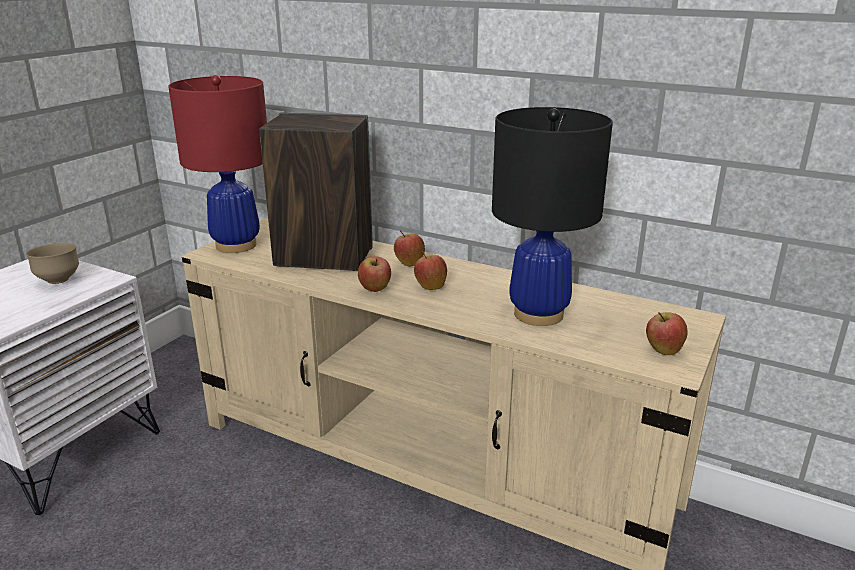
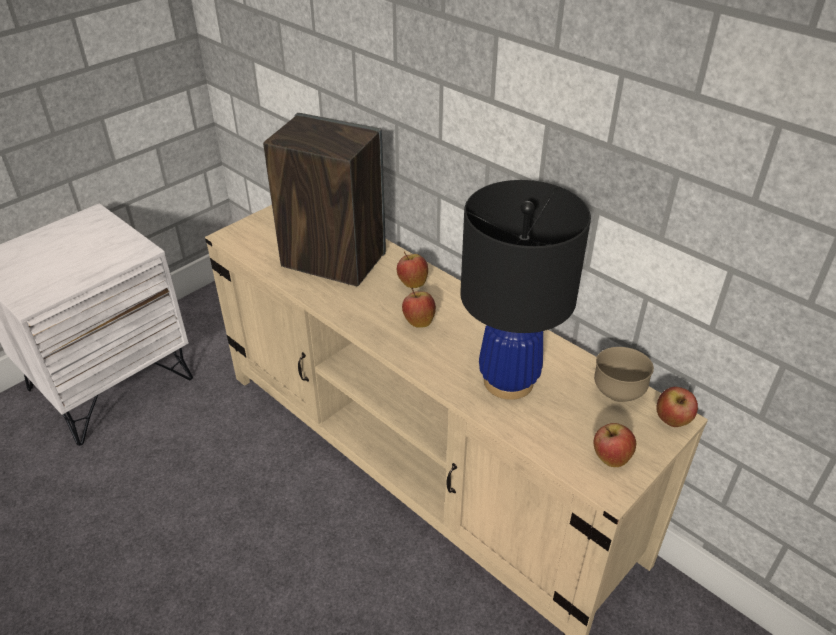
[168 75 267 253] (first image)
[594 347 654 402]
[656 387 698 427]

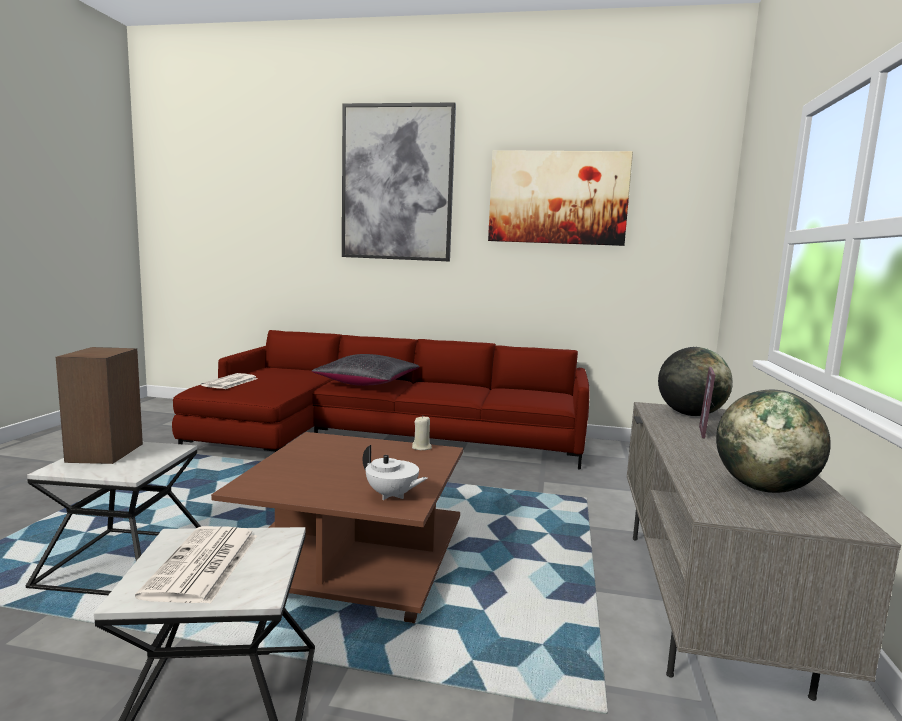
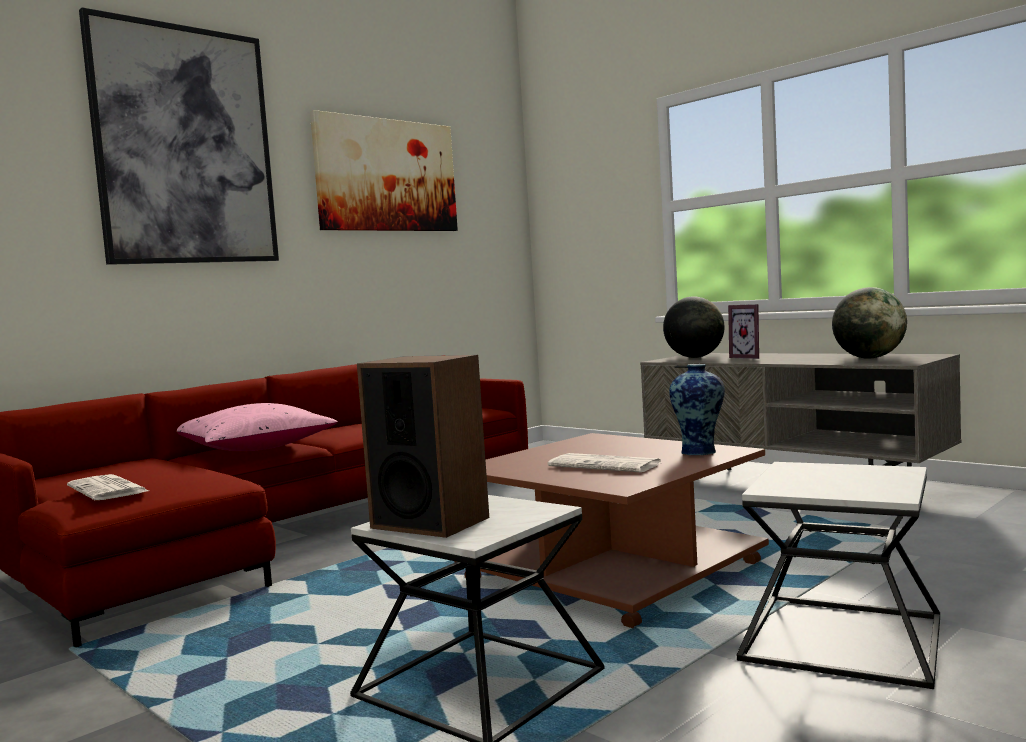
[412 416 432 450] (first image)
[548 453 661 472]
[669 364 725 456]
[177 403 338 451]

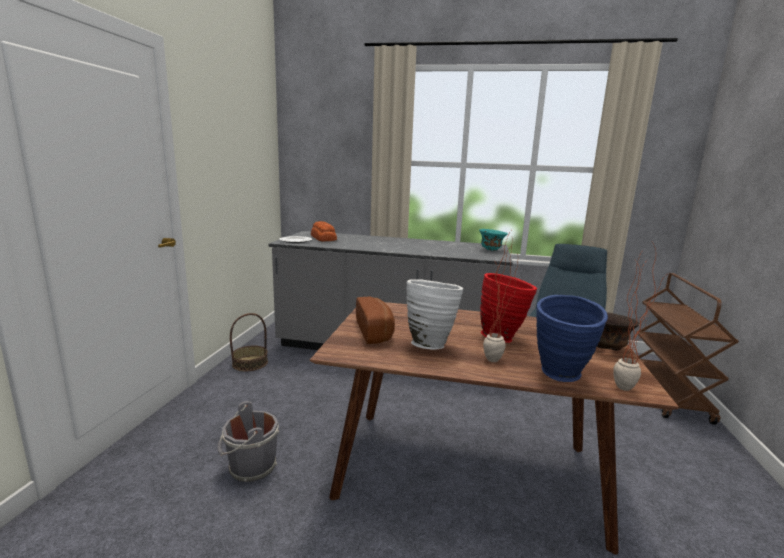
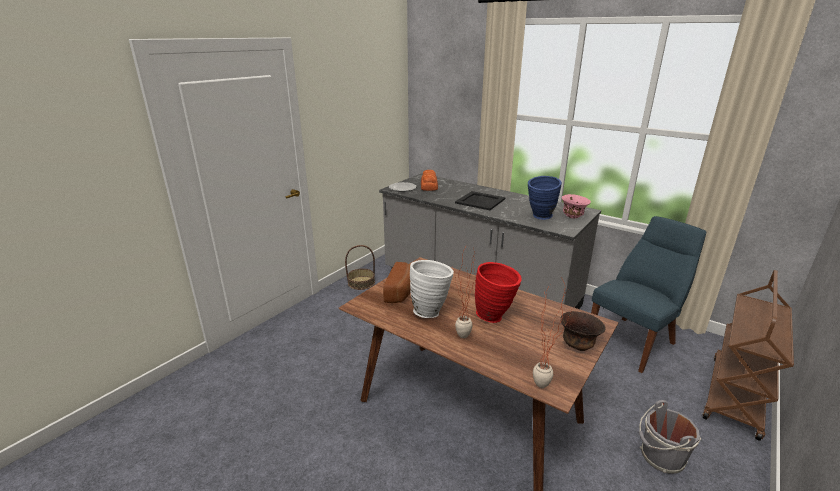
[455 191 505 210]
[639 400 701 474]
[528 176 562 220]
[562 194 591 218]

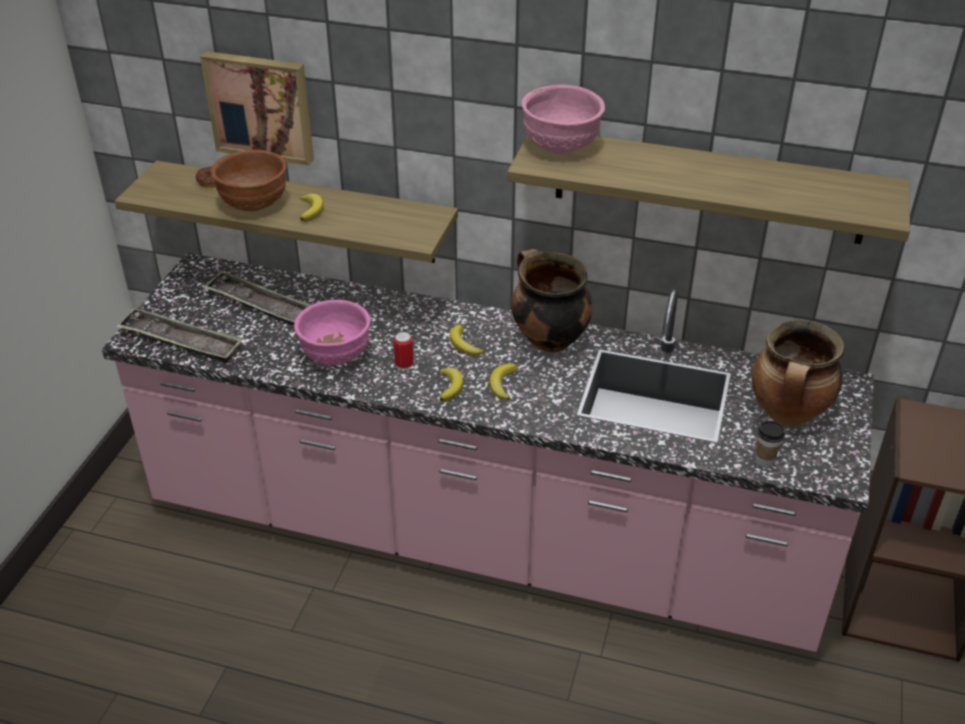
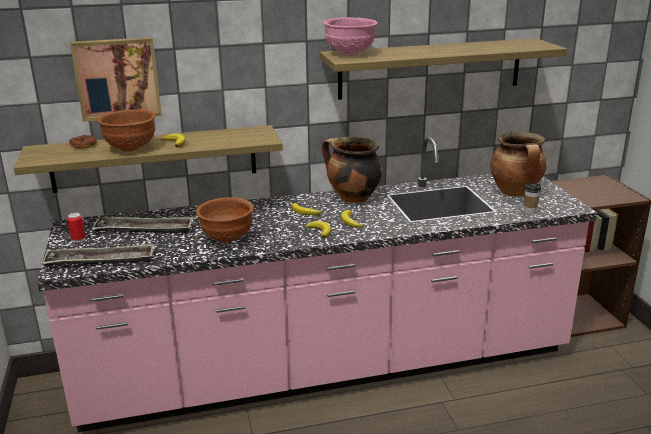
[67 213 85 242]
[196 198 254 243]

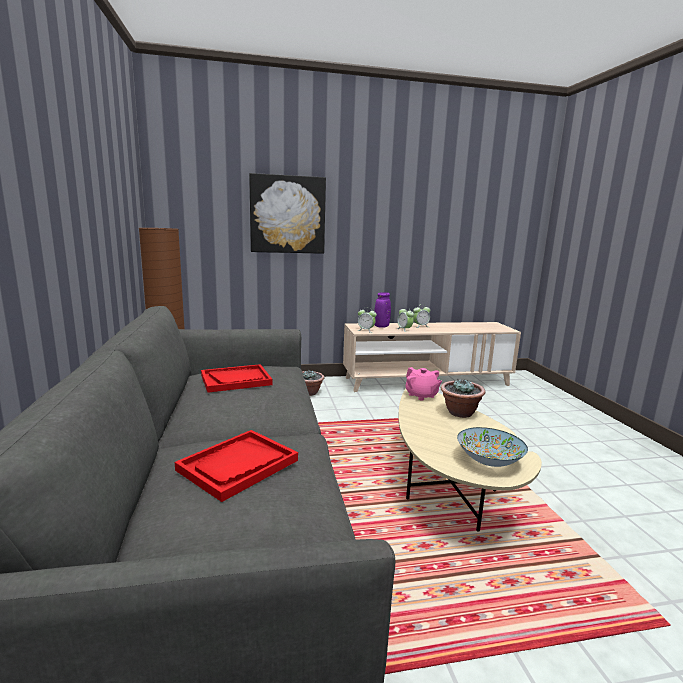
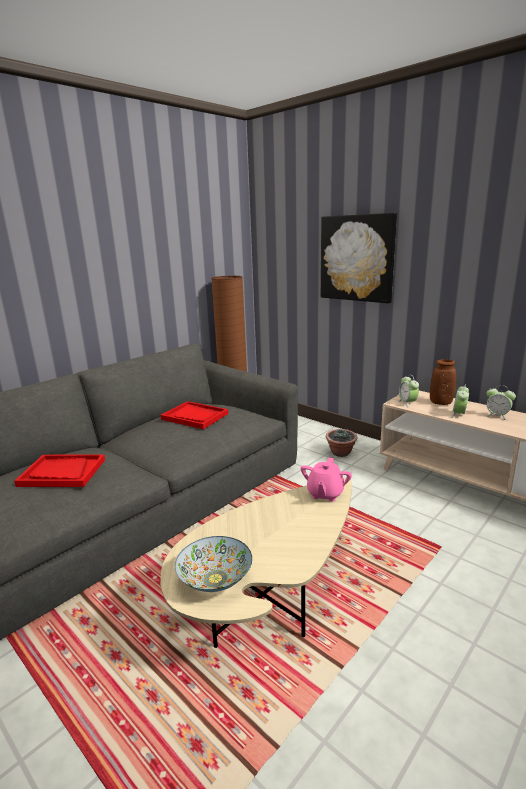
[441 378 486 418] (first image)
[430 359 456 405]

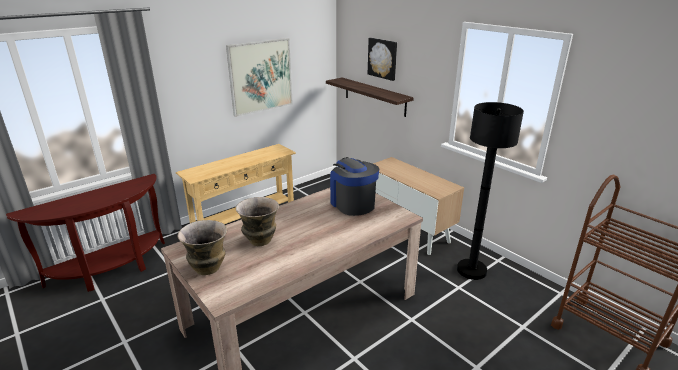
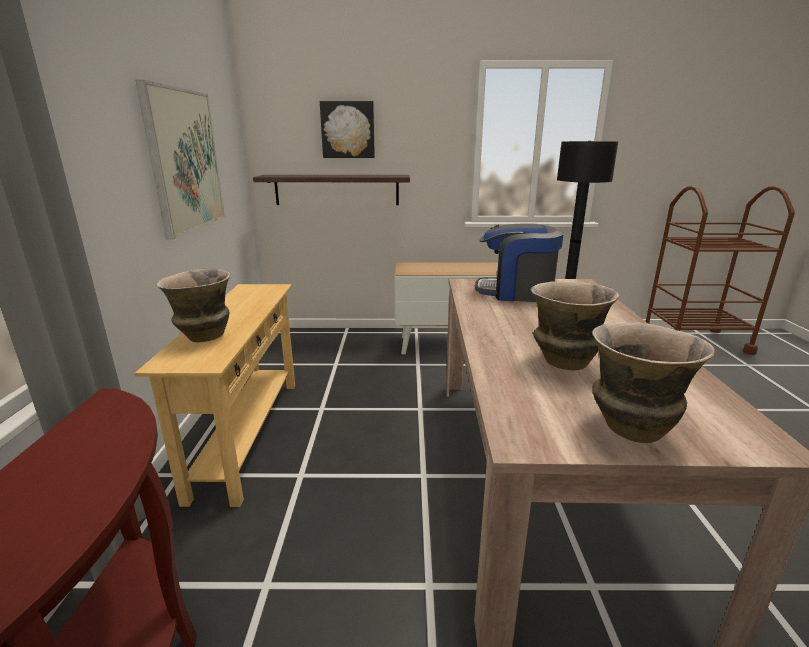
[156 268 230 343]

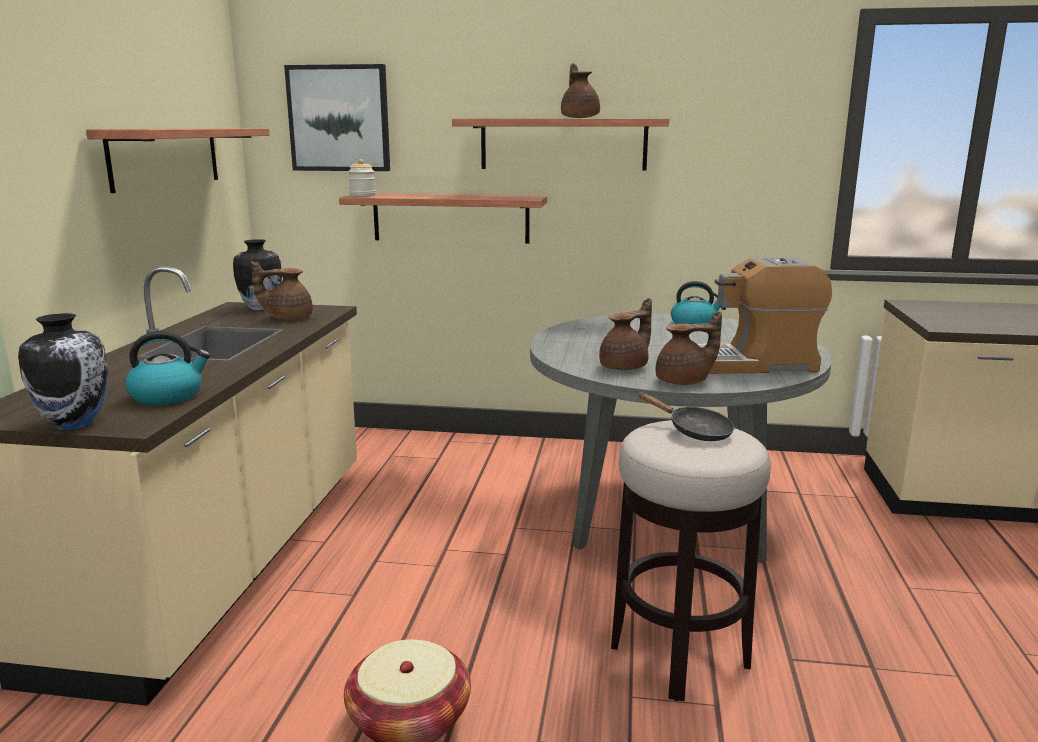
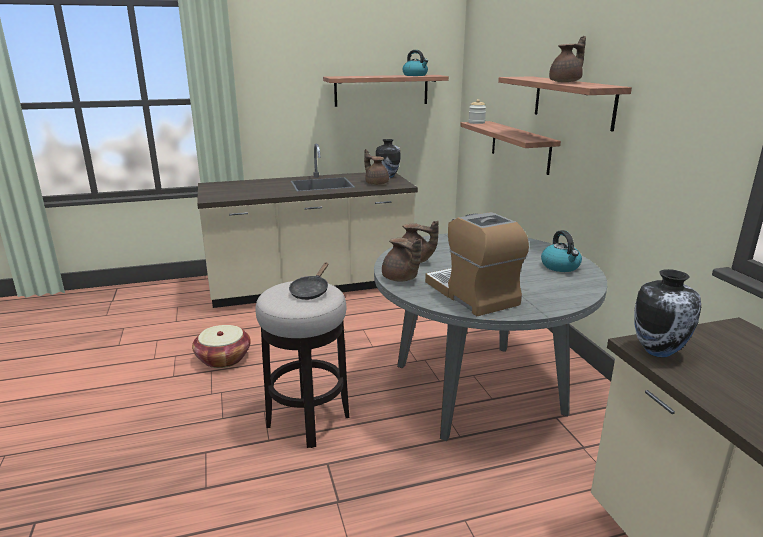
[284 64 390 171] (first image)
[634 269 701 357]
[403 50 428 76]

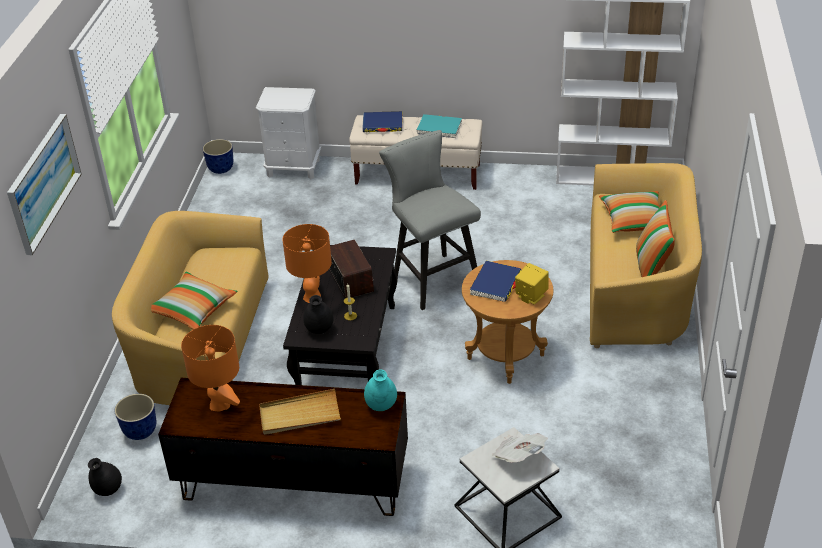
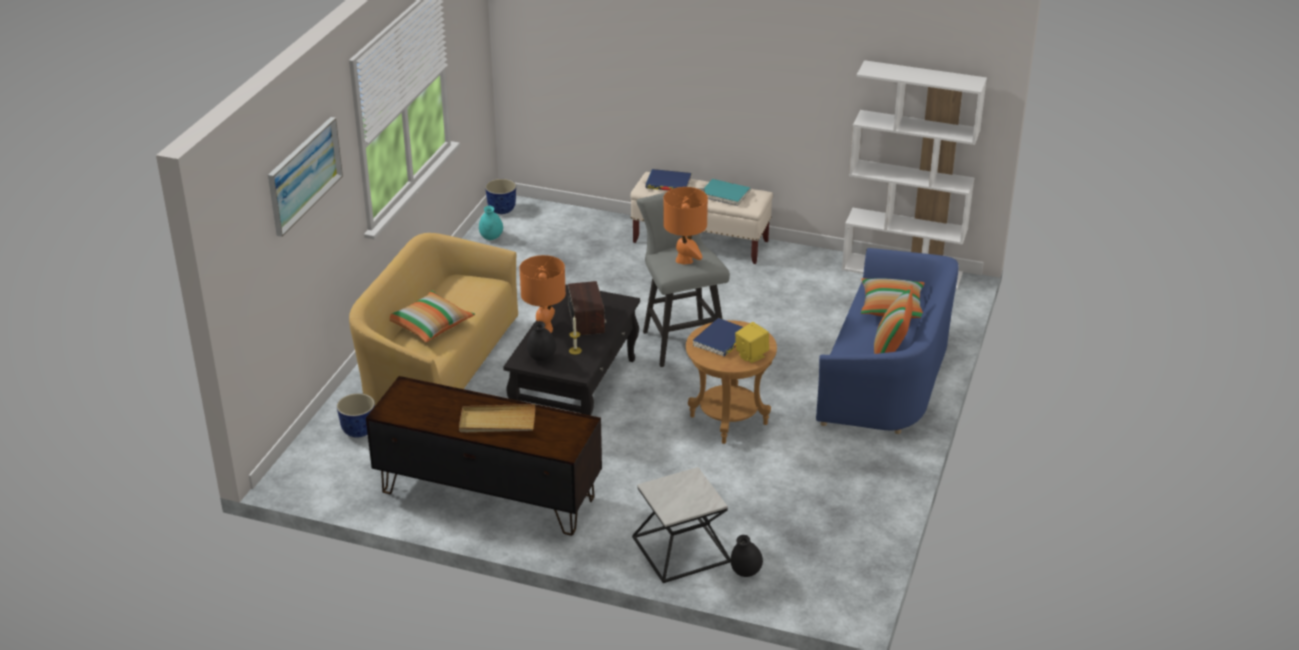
[256 87 321 179] (first image)
[492 433 548 462] (first image)
[731 535 763 577]
[663 187 708 264]
[479 206 503 240]
[816 248 958 434]

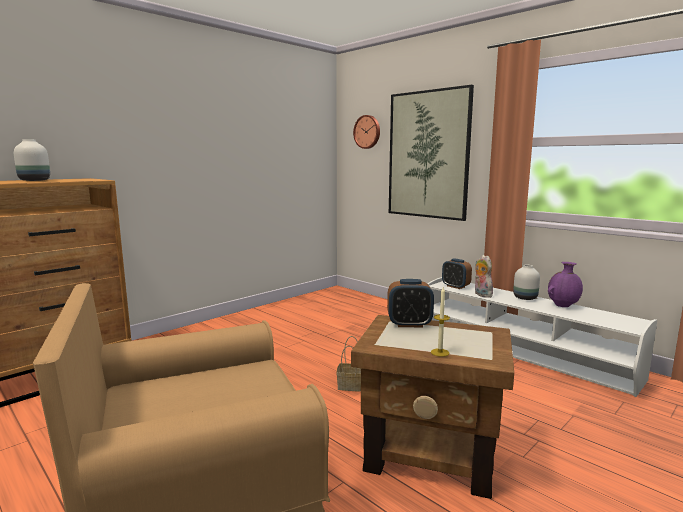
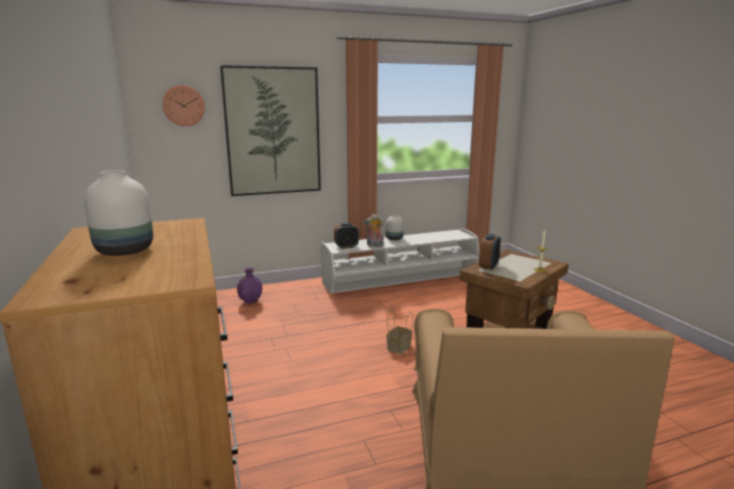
[237 268 262 304]

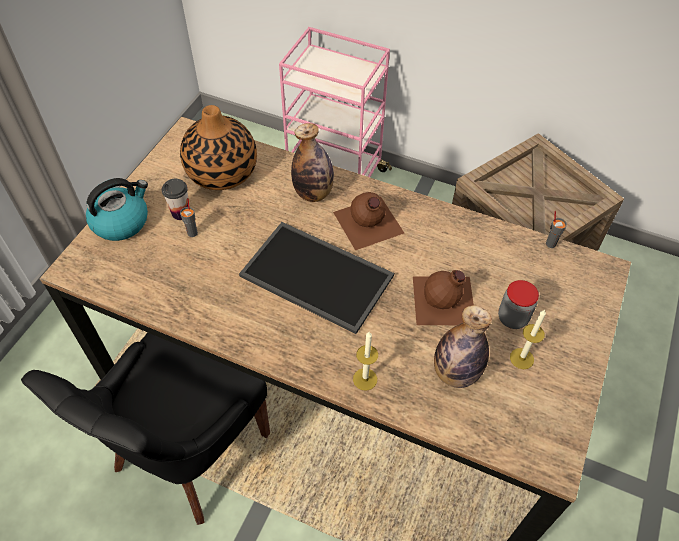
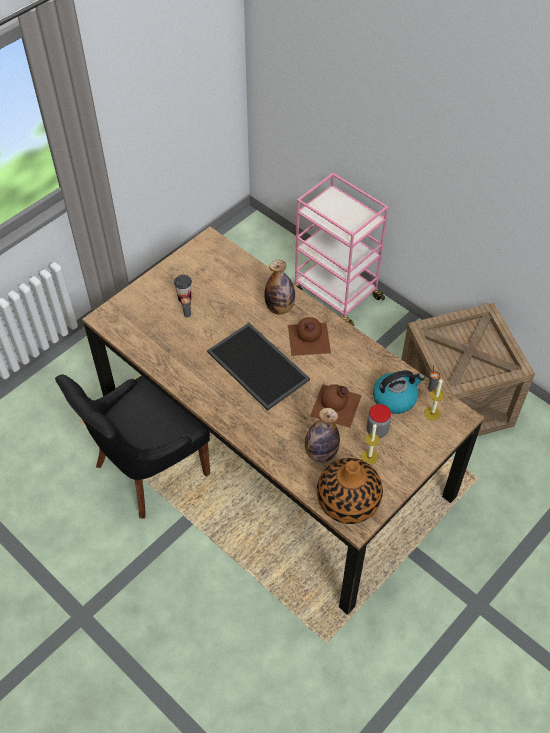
[373 370 425 414]
[317 458 383 524]
[424 378 444 420]

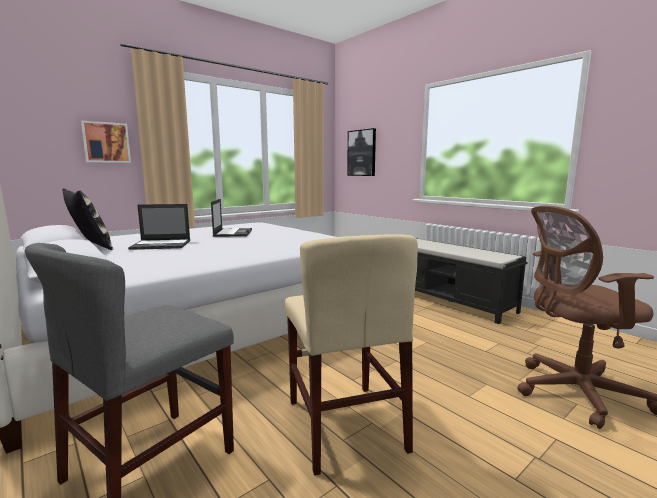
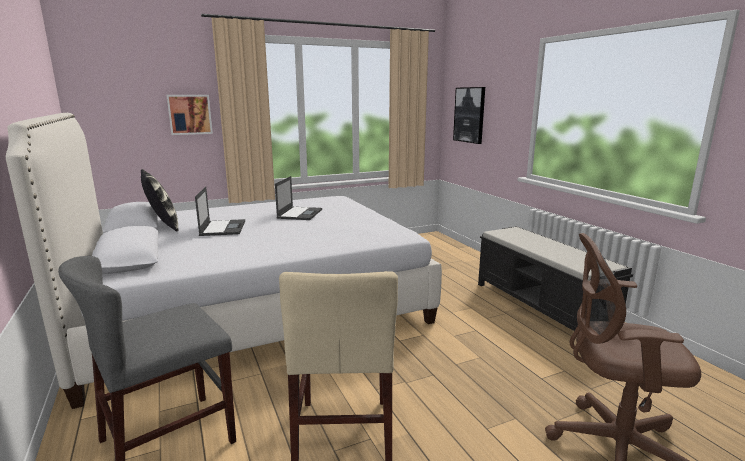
[195 187 245 236]

